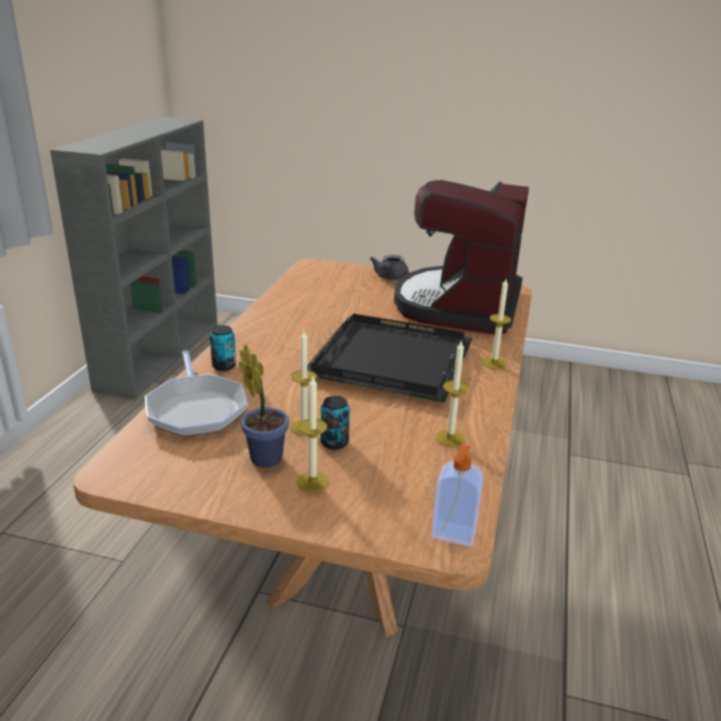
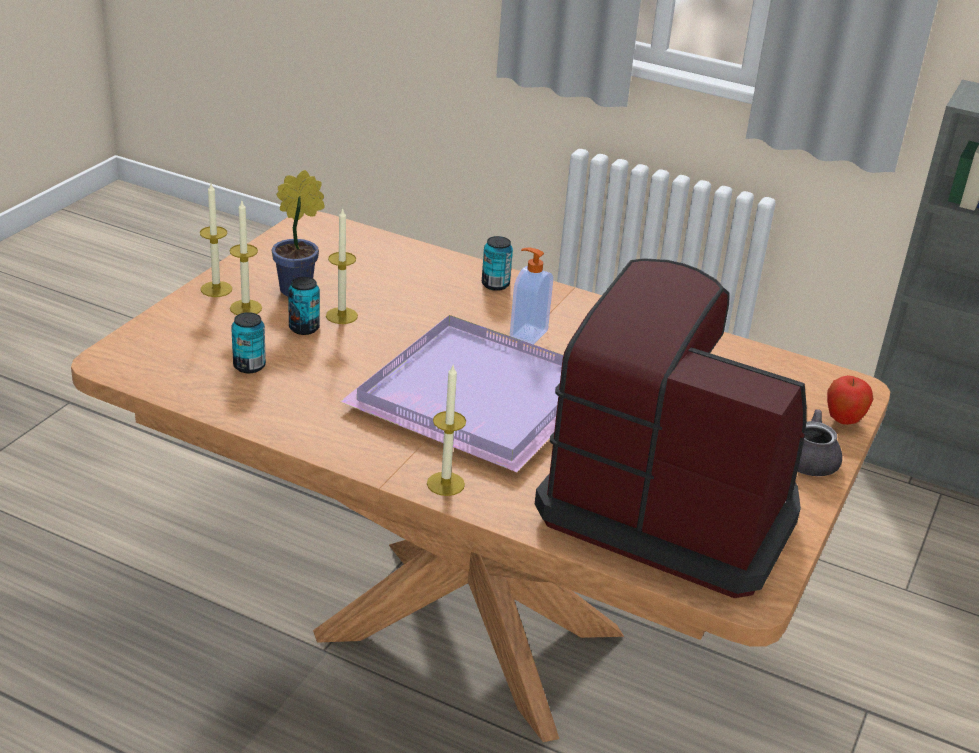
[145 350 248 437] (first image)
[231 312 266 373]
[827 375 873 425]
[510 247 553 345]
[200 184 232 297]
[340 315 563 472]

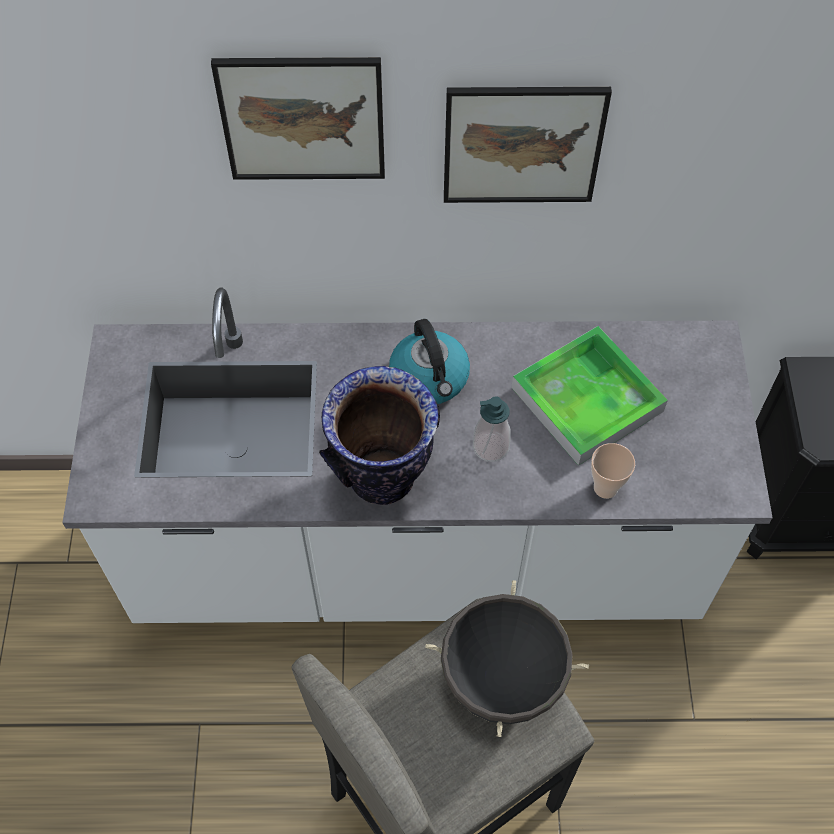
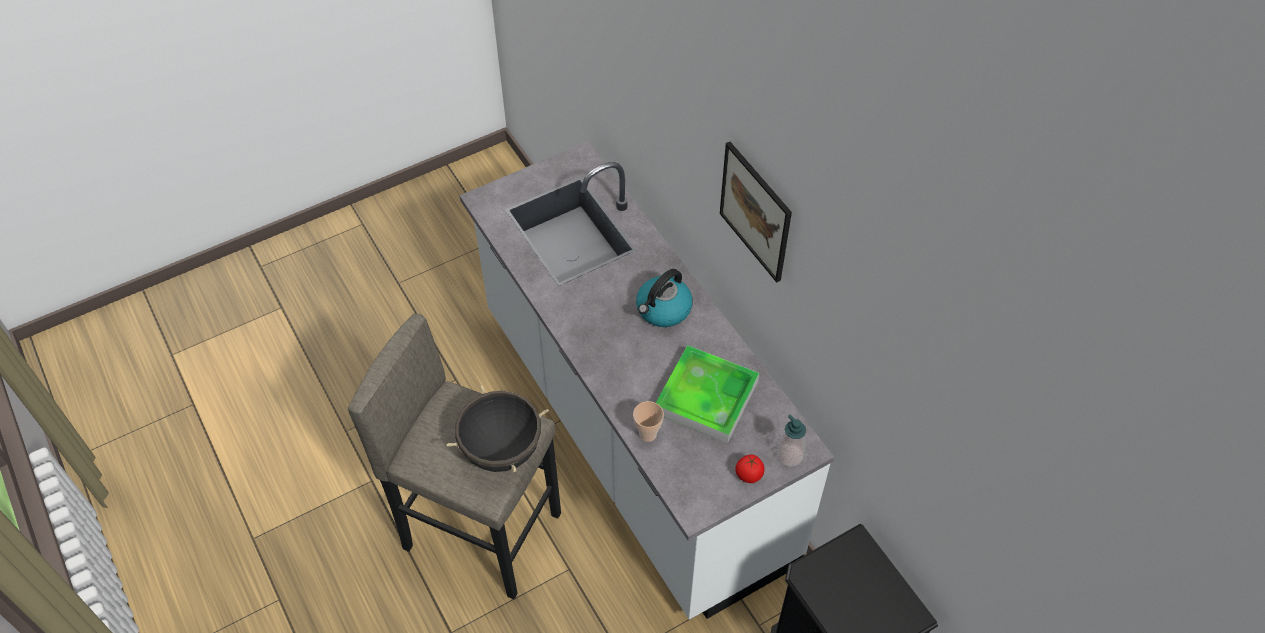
[211 57 385 180] (first image)
[319 366 440 505] (first image)
[735 455 765 483]
[777 414 806 467]

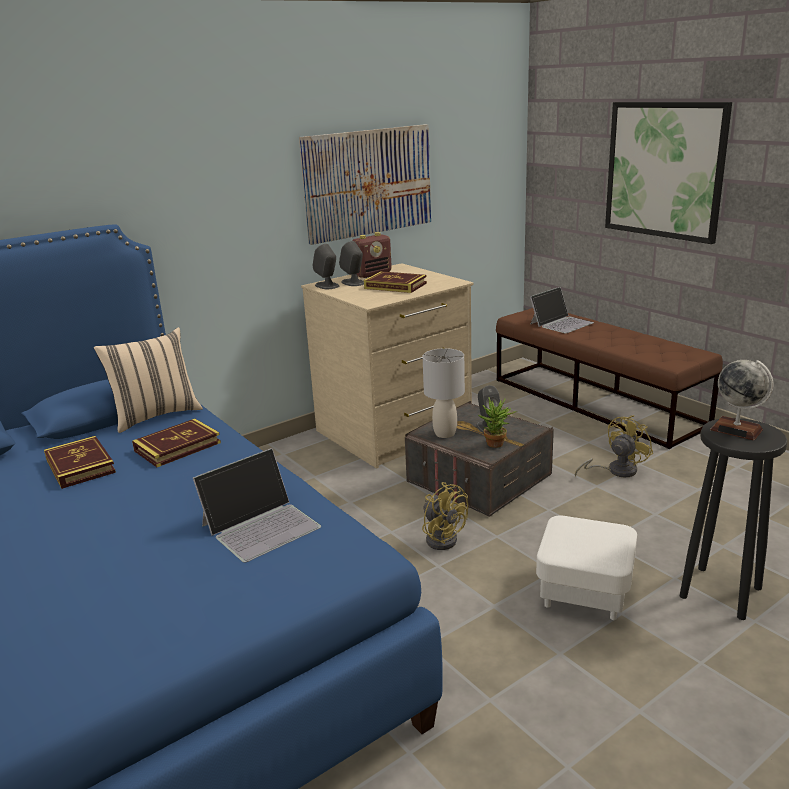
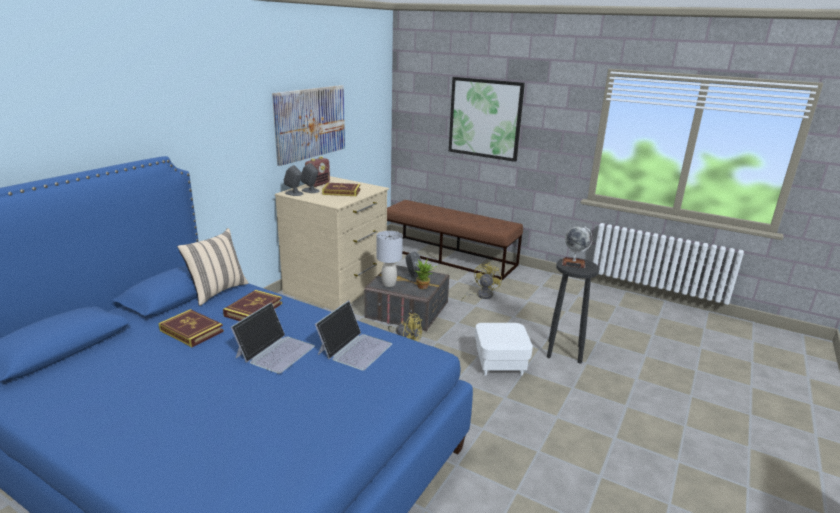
[231 302 315 374]

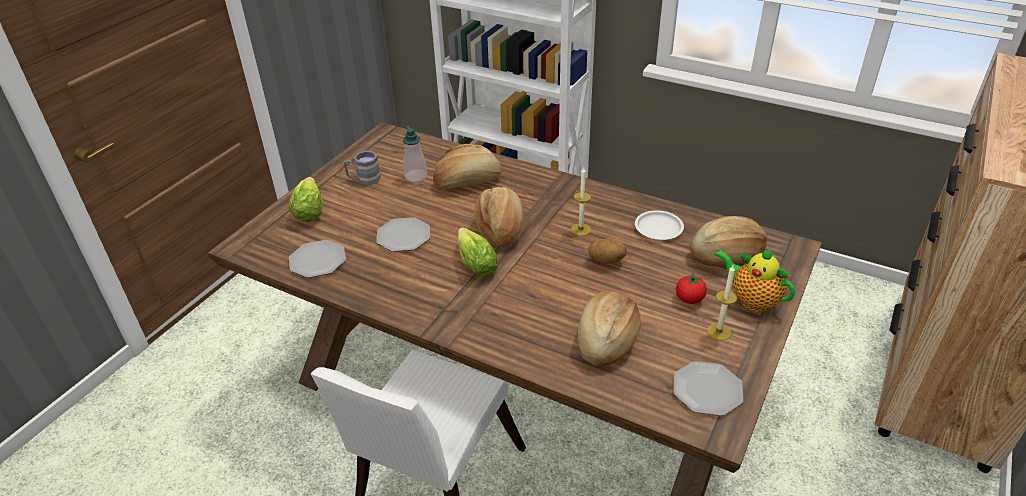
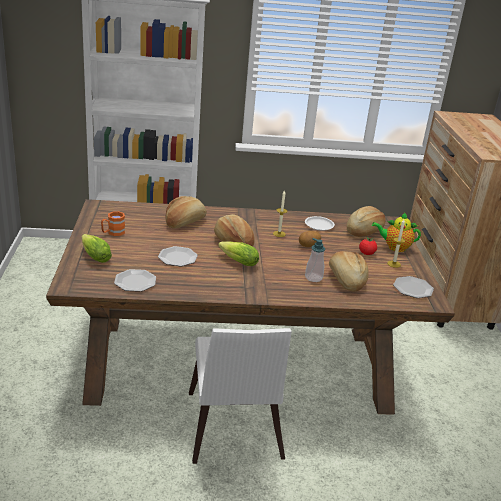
[305 238 325 282]
[101 211 125 236]

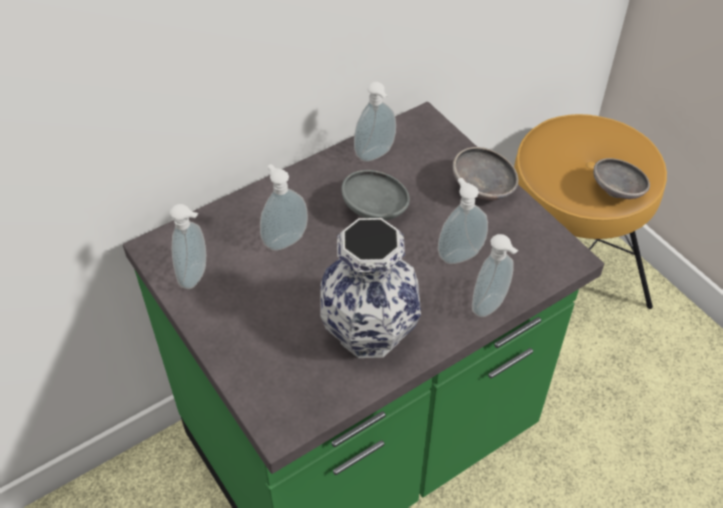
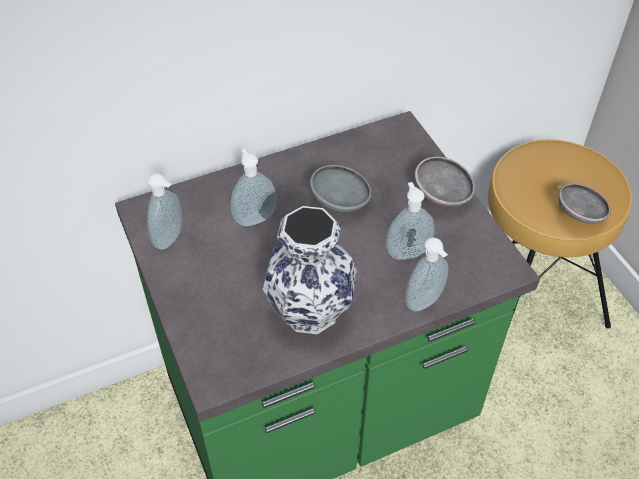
[354 82 396 162] (first image)

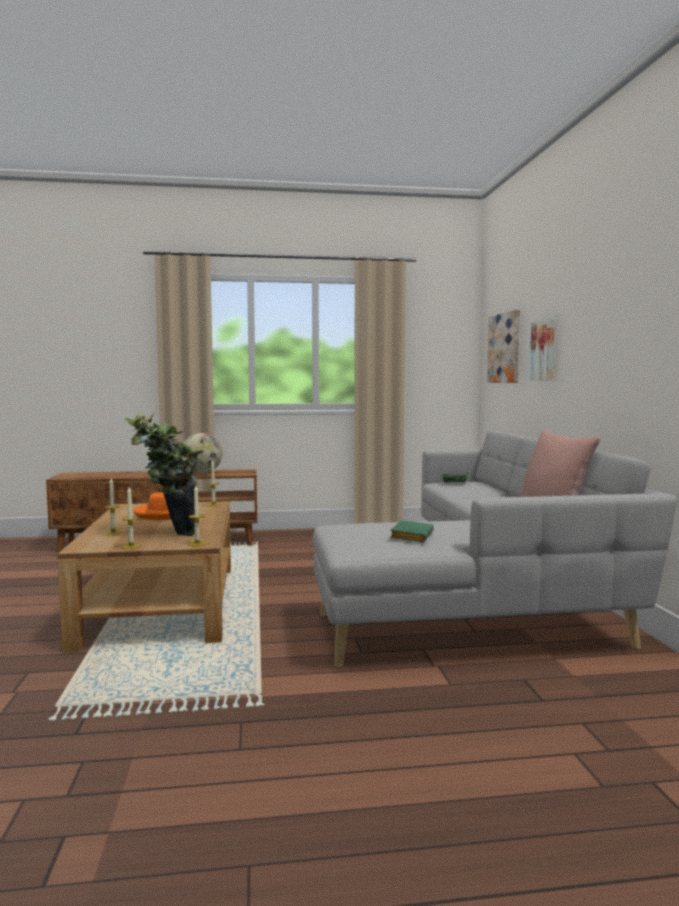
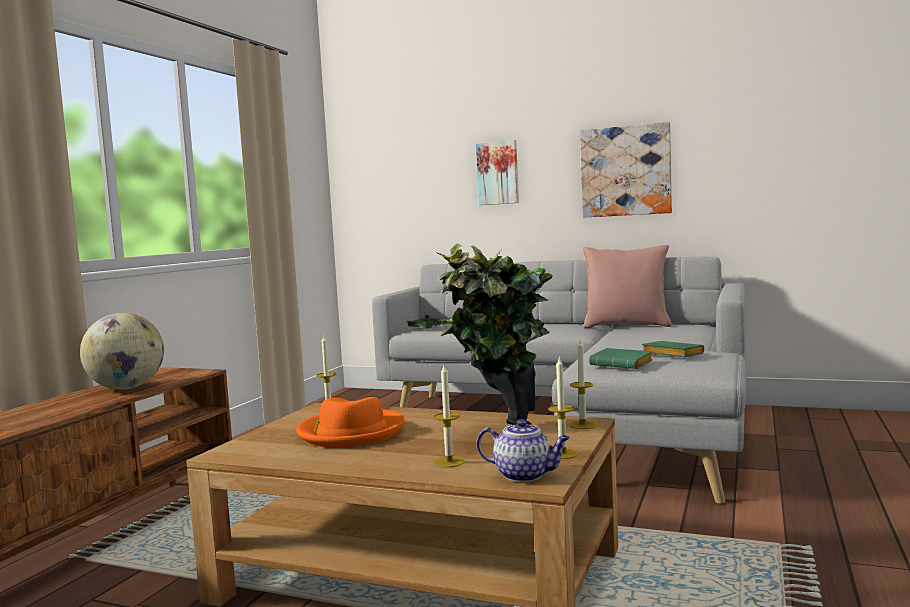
[477 419 570 482]
[589 348 653 369]
[580 122 672 218]

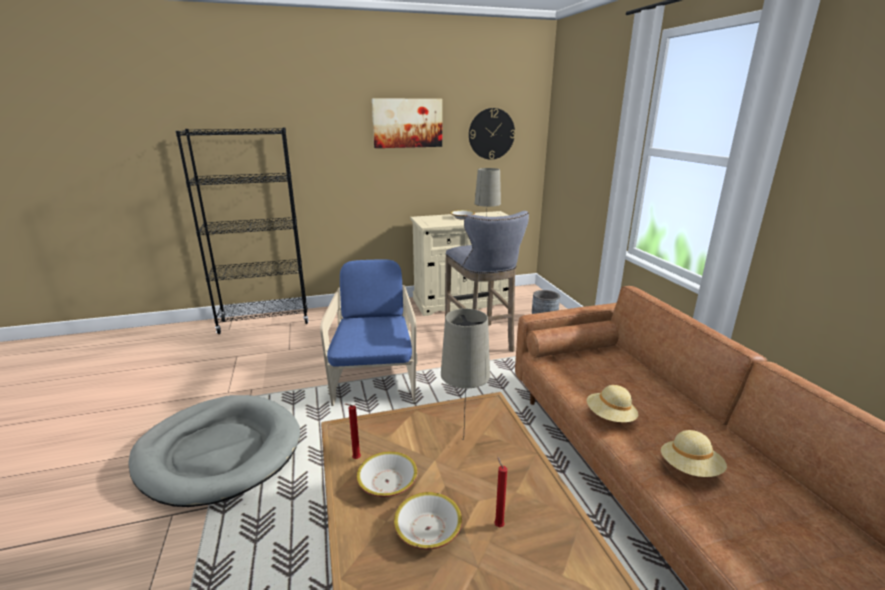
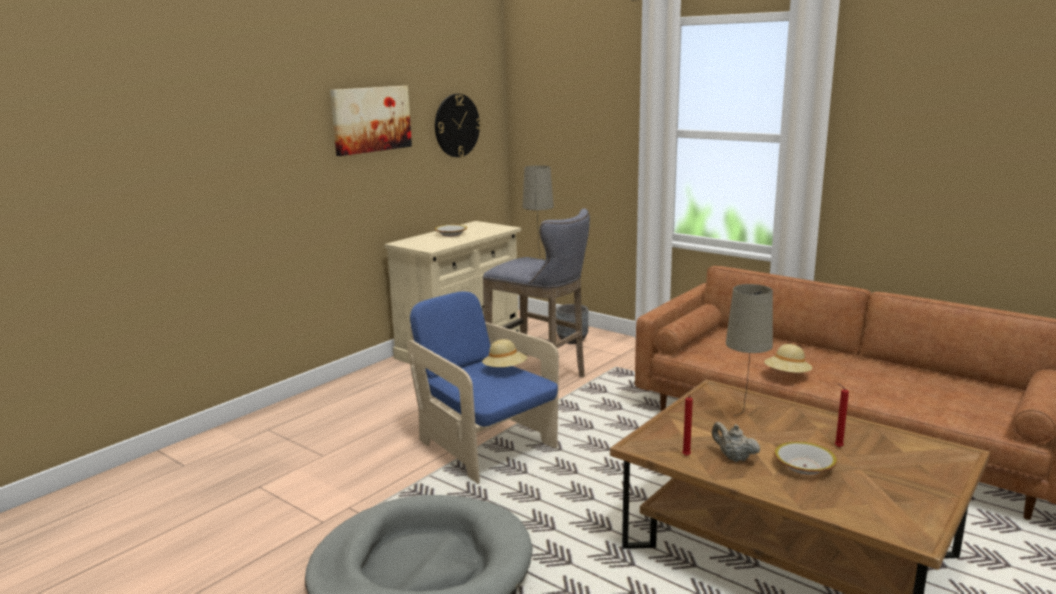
[176 128 309 334] (first image)
[482 339 527 367]
[712 422 760 462]

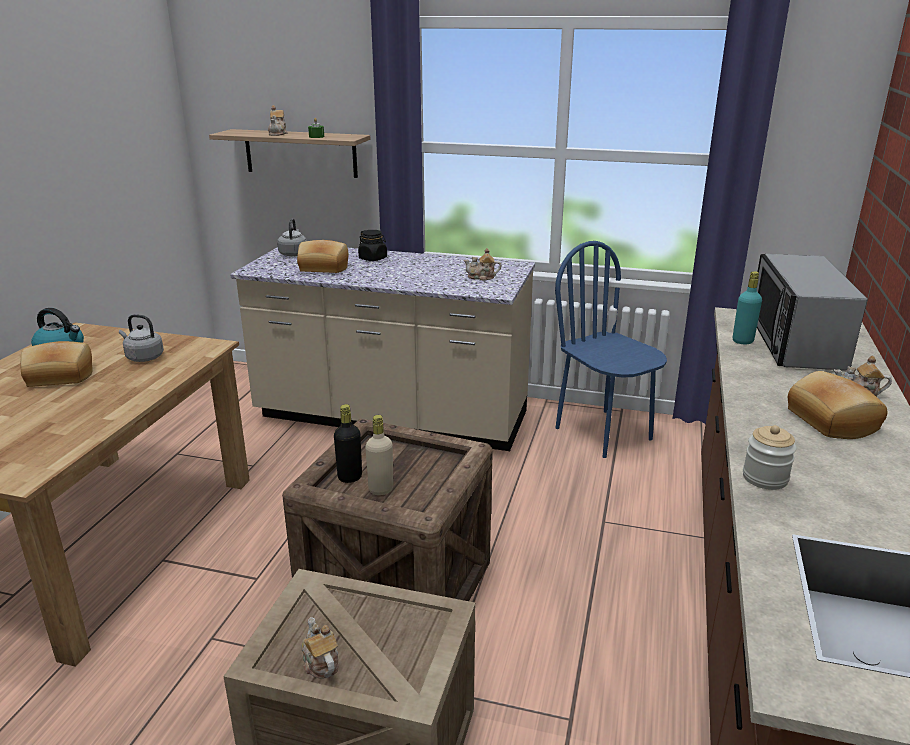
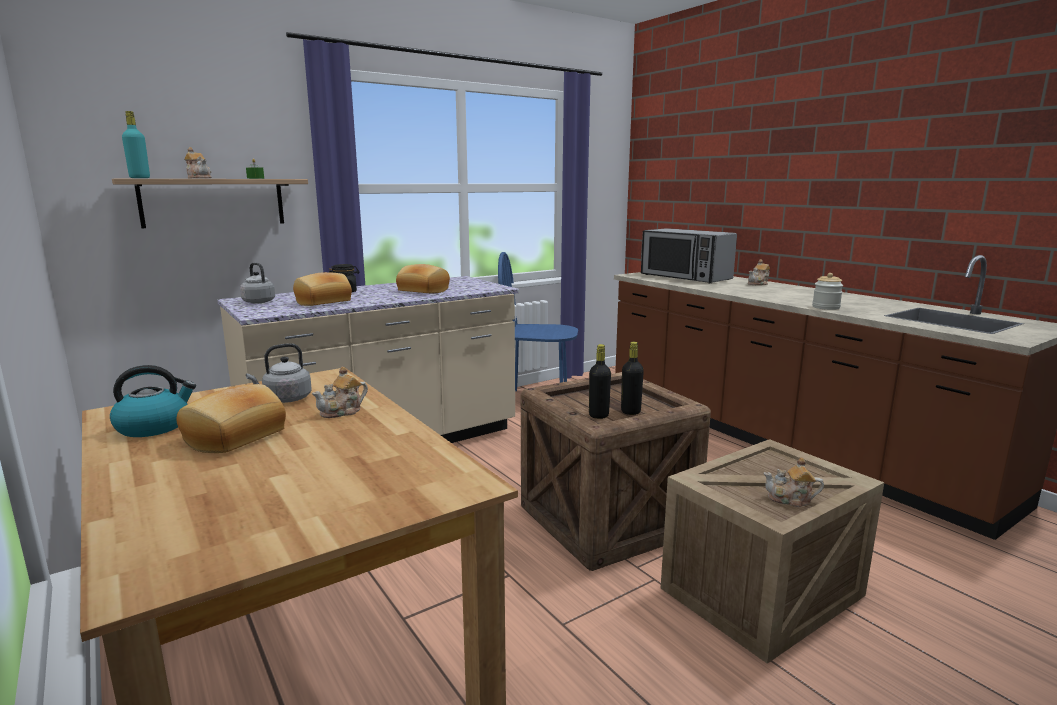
[312 367 368 418]
[122 111 150 178]
[396 264 450 293]
[621 342 644 415]

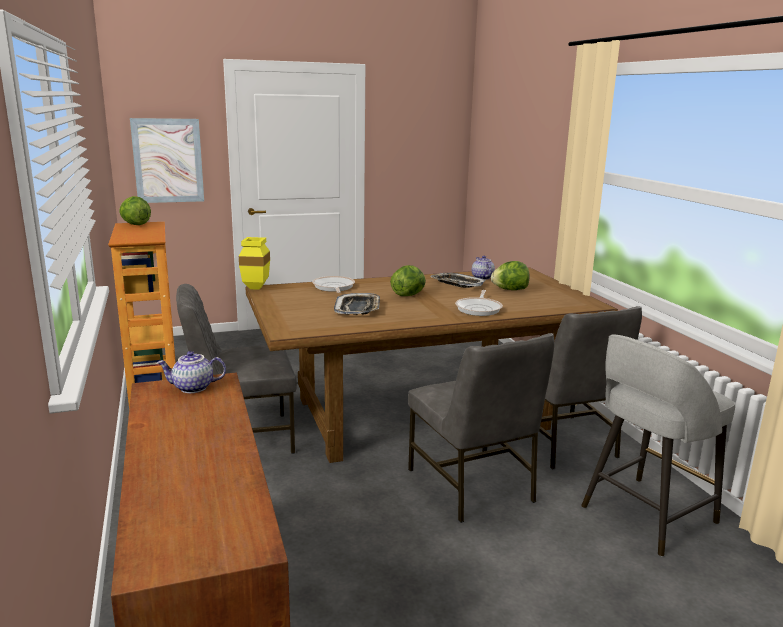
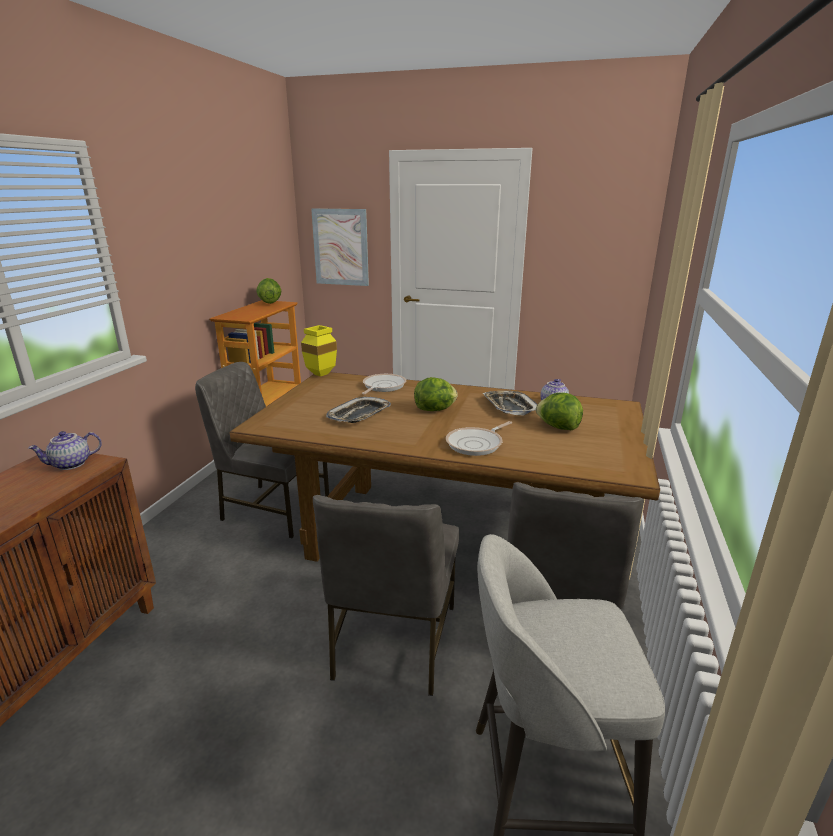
[28 431 102 470]

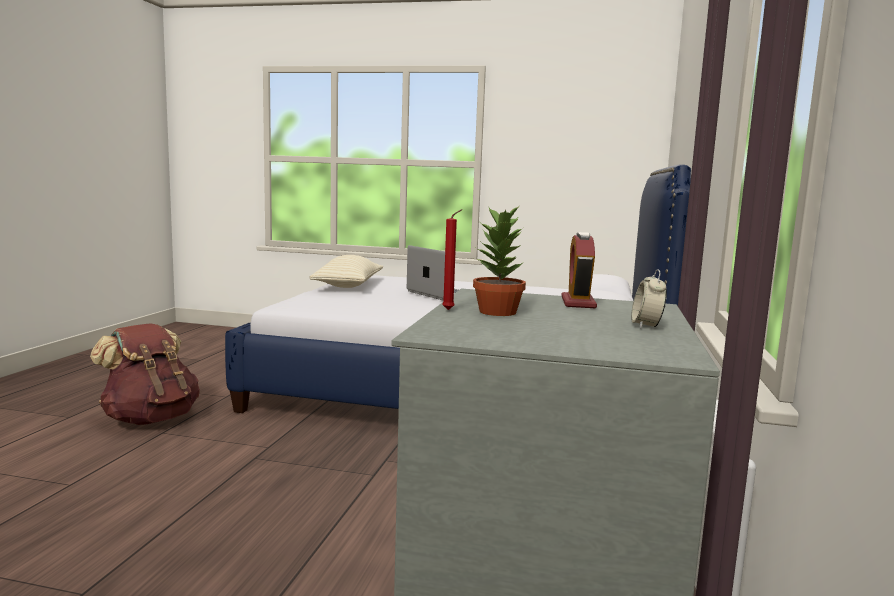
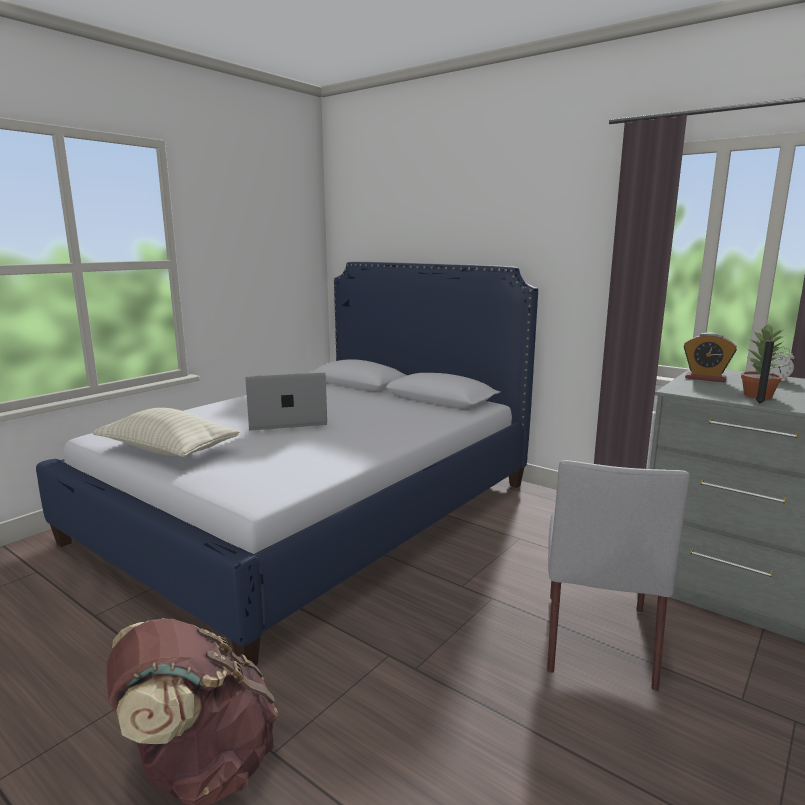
[547 460 690 691]
[756 333 774 403]

